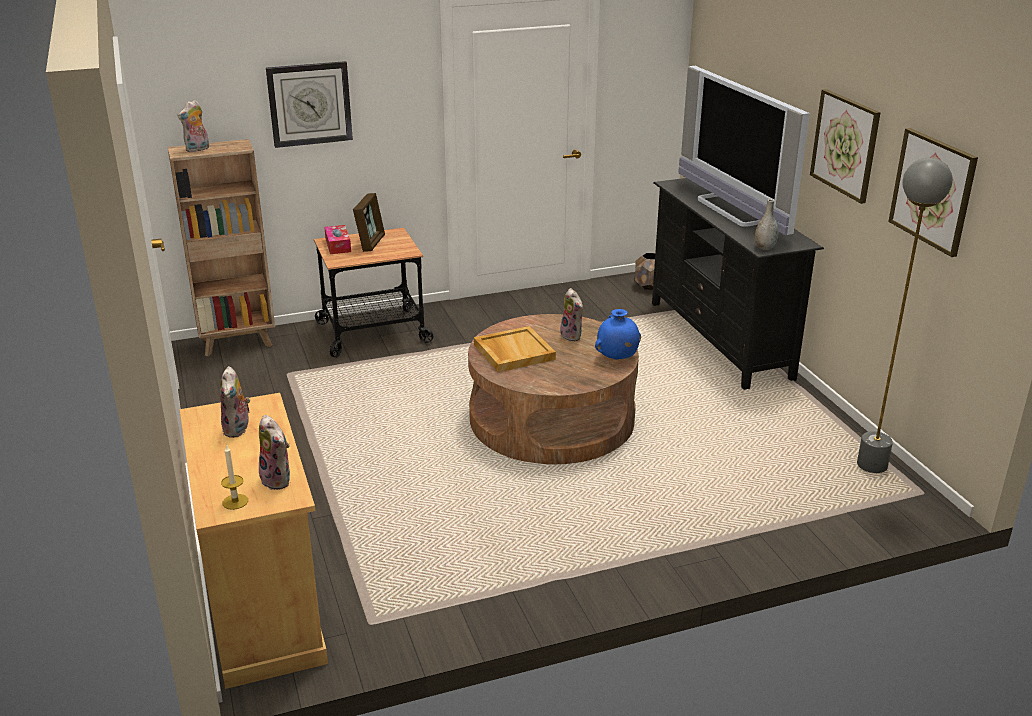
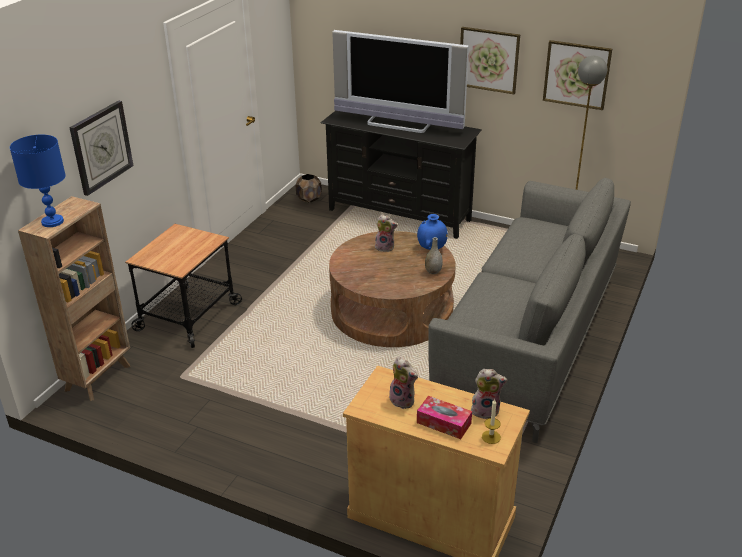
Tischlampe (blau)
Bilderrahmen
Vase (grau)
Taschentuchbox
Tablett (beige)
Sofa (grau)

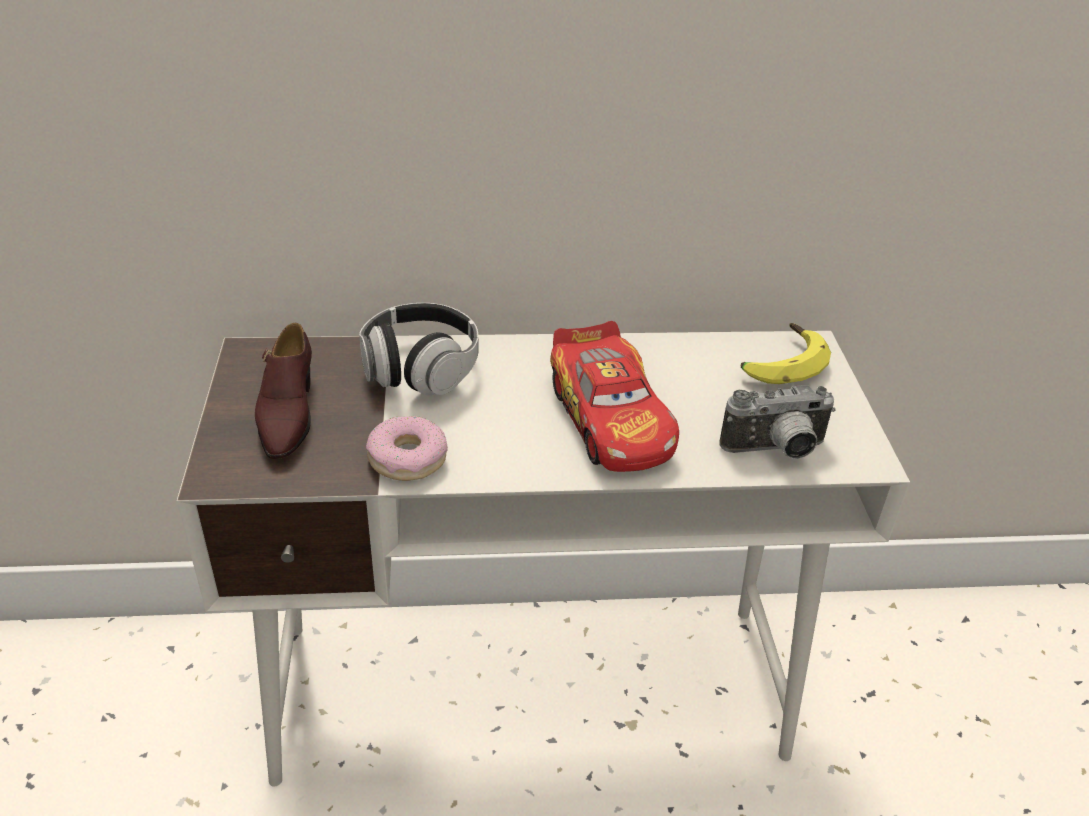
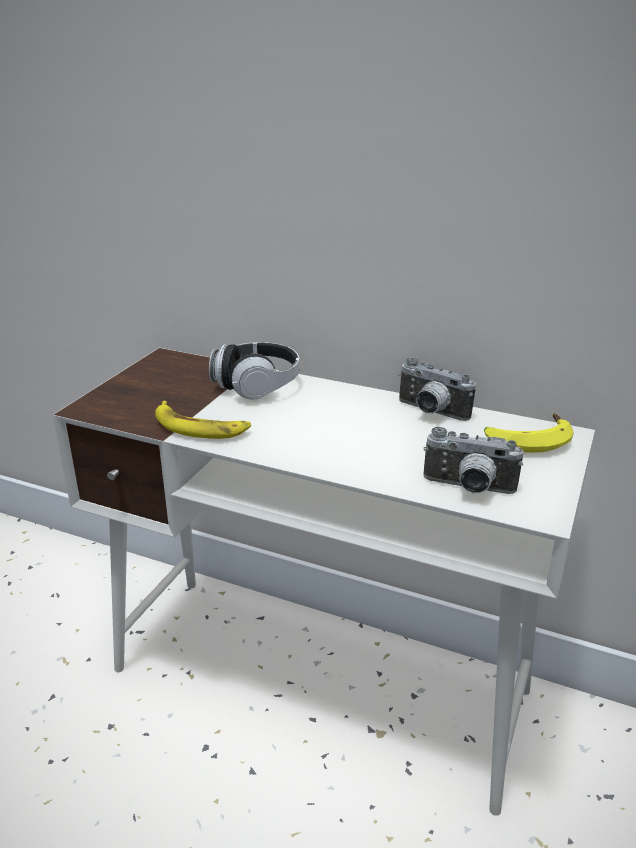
Spielzeugauto
Schuh (braun)
Banane (no. 1 from left)
Kamera (no. 1 from left)

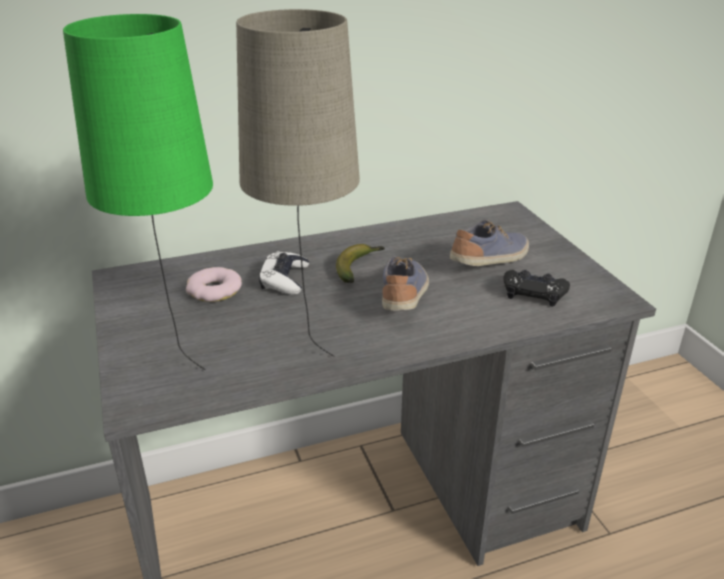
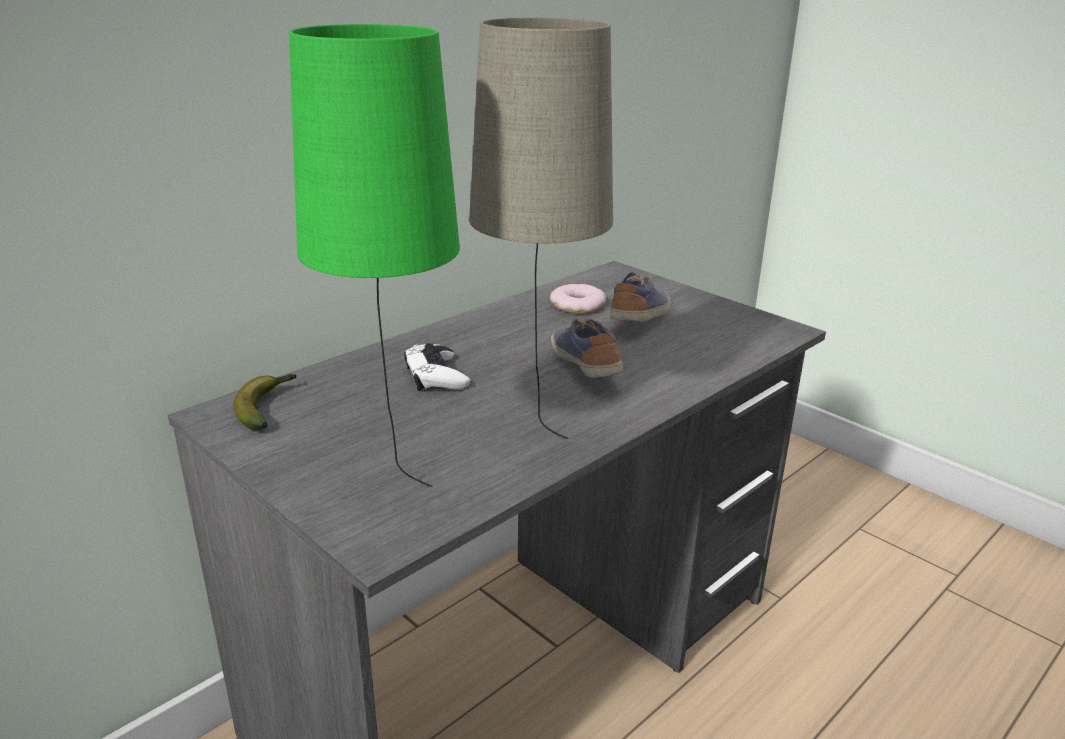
Banane
Donut
Gamepad (schwarz)

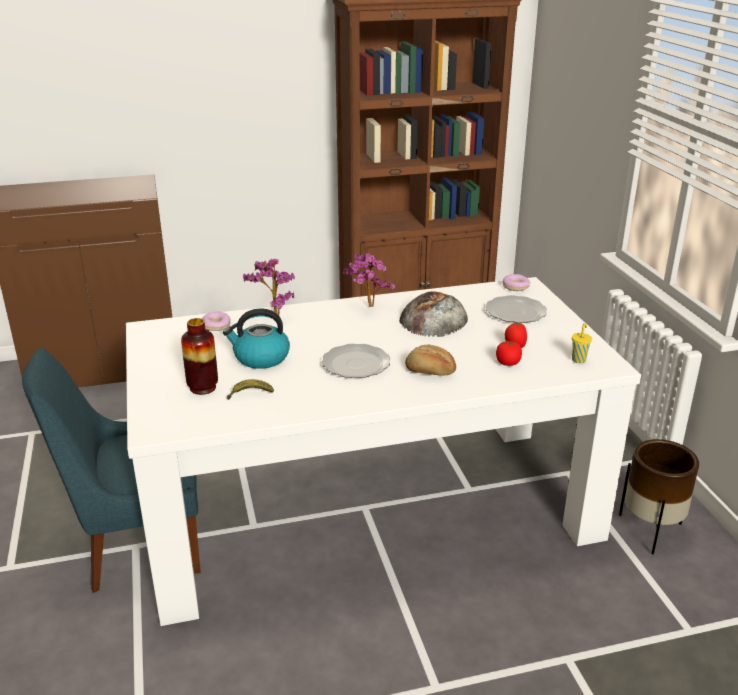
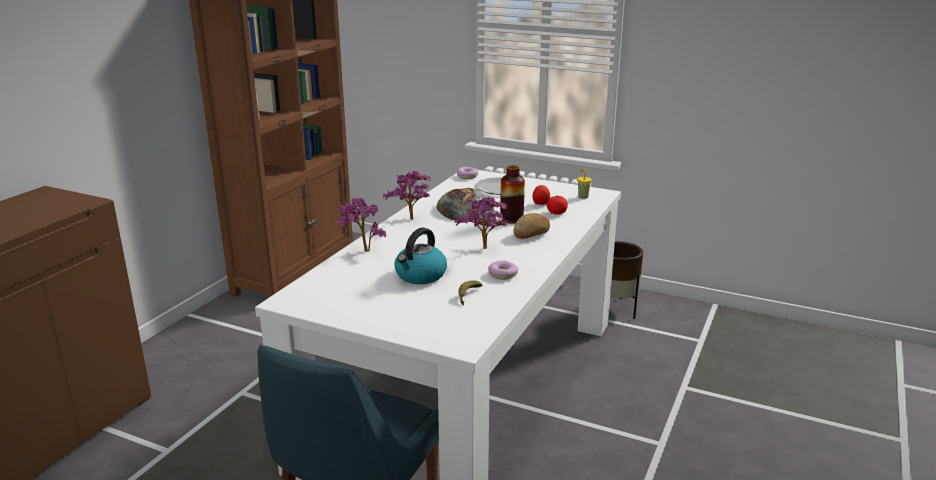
Donut (no. 2 from left)
Vase
Topfpflanze (no. 3 from left)

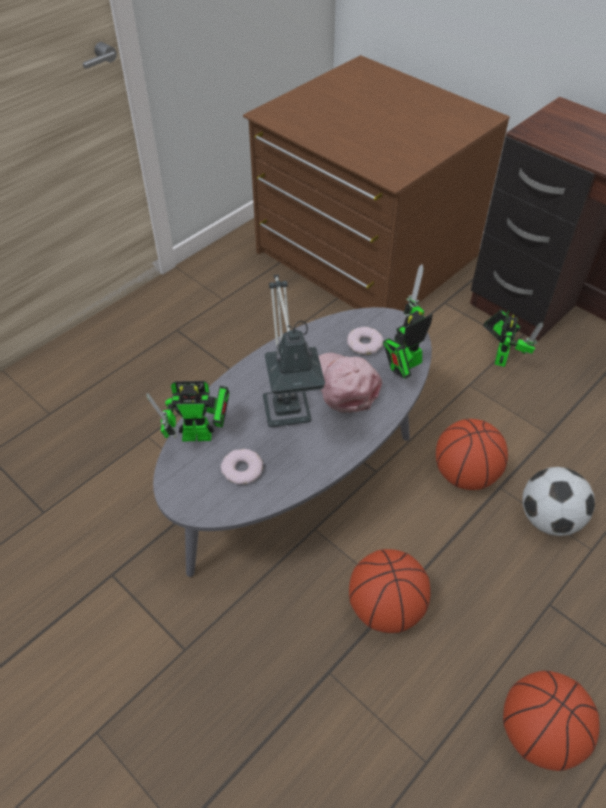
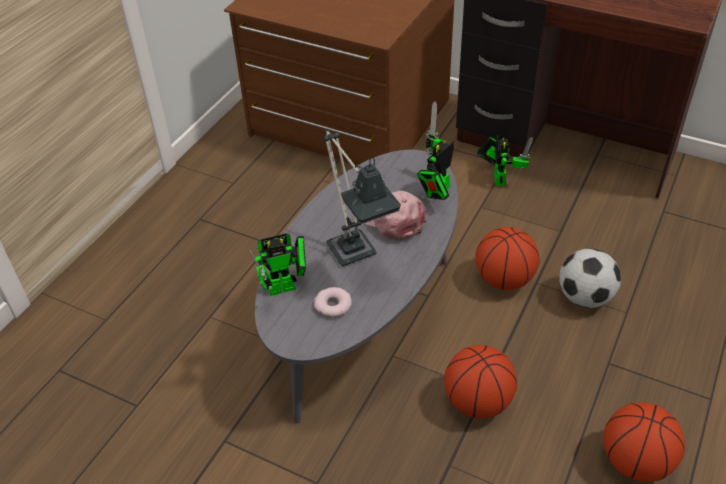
Donut (no. 2 from left in the first image)

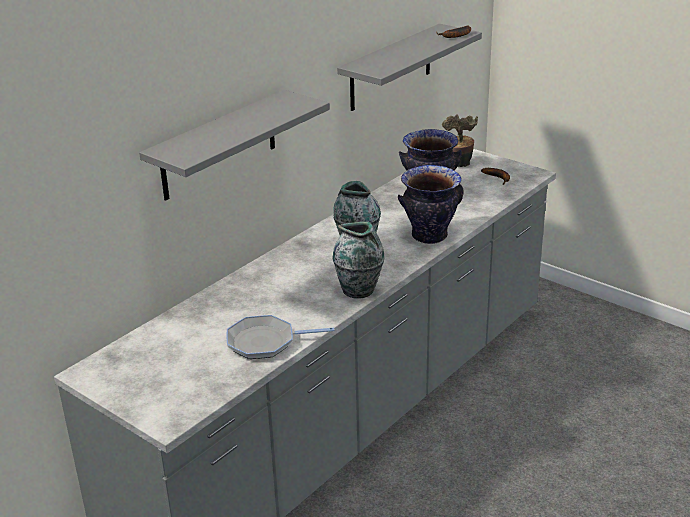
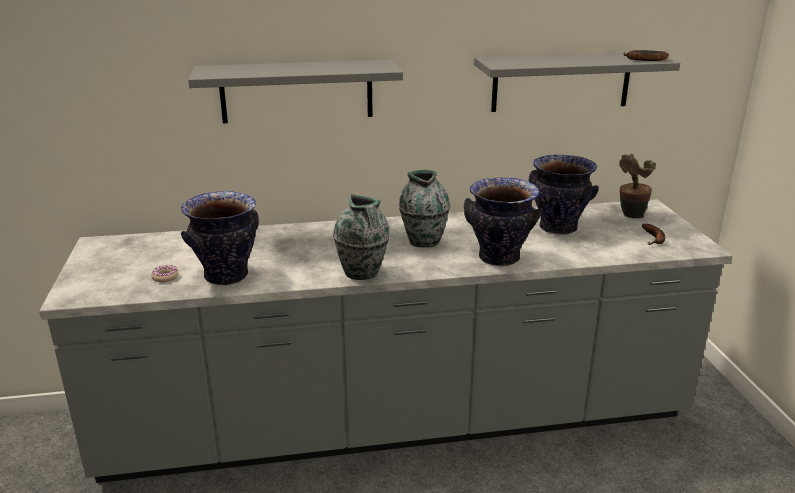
Vase (no. 1 from left)
Donut

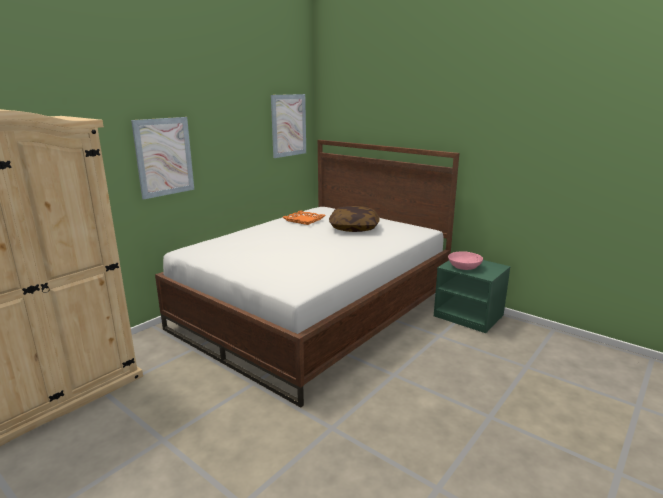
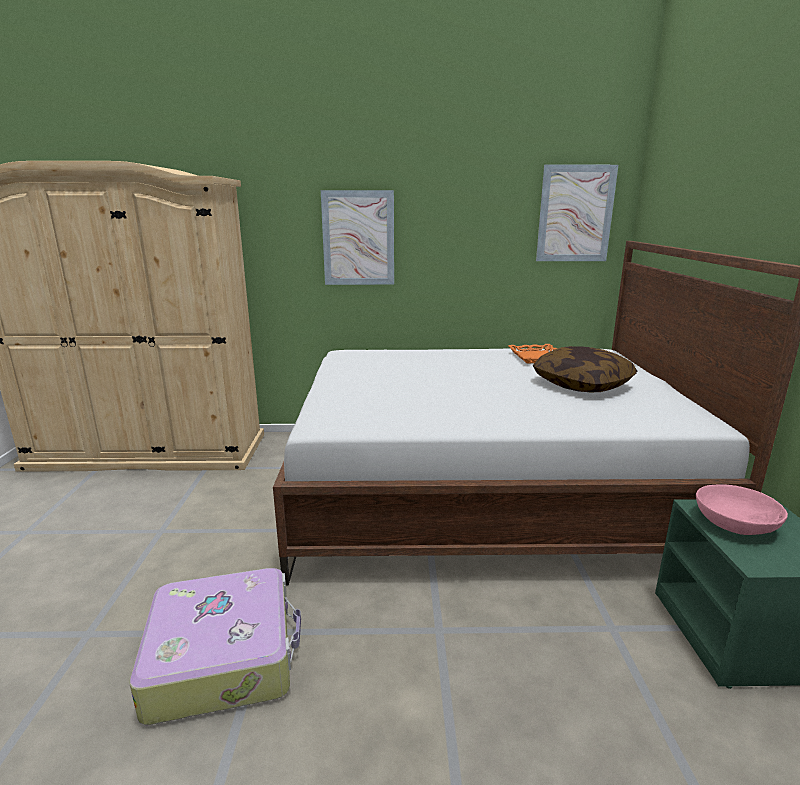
Koffer

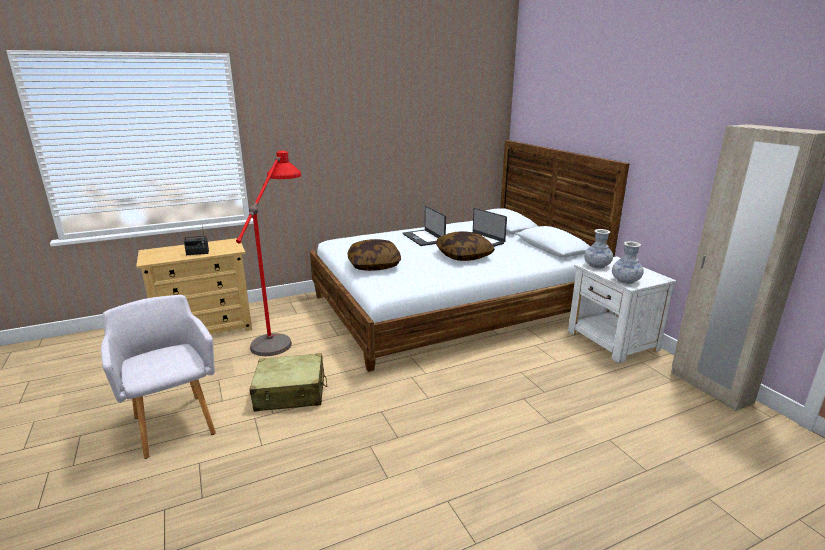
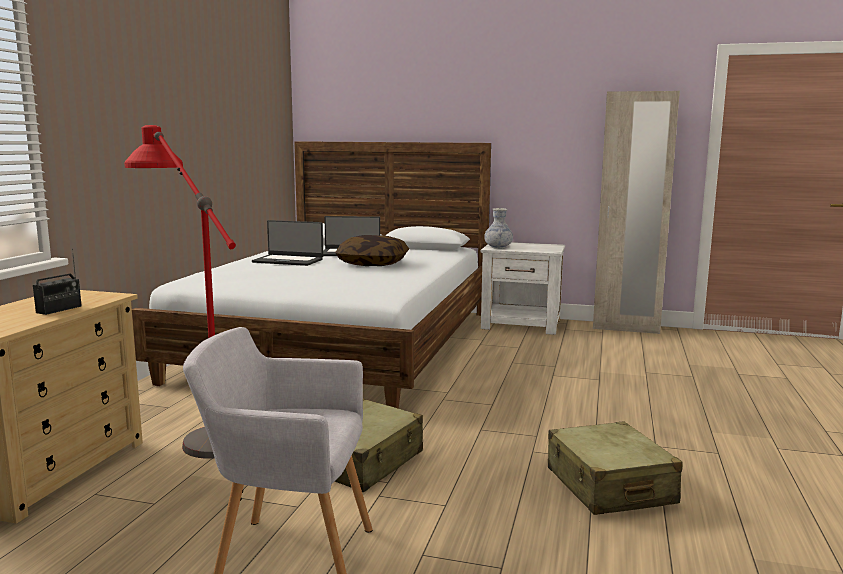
Kissen (no. 1 from left in the first image)
Vase (no. 2 from left in the first image)
Koffer (beige) (no. 2 from left)

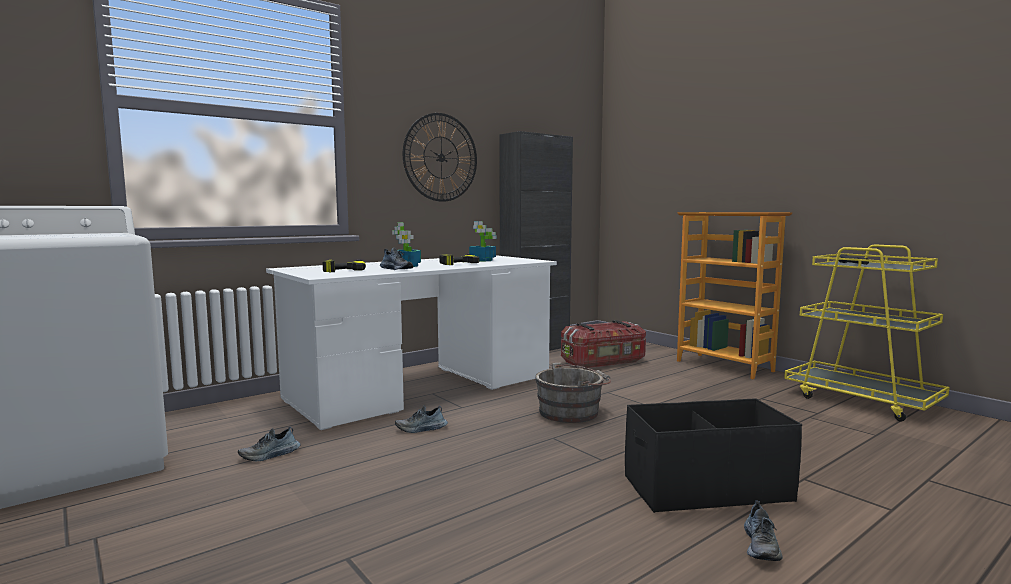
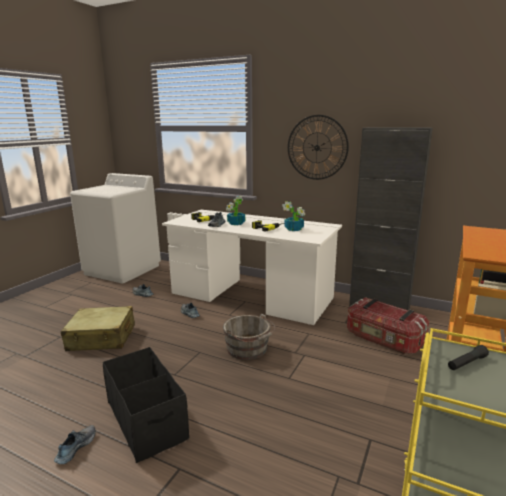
Schuh (no. 1 from left)
Koffer (beige)

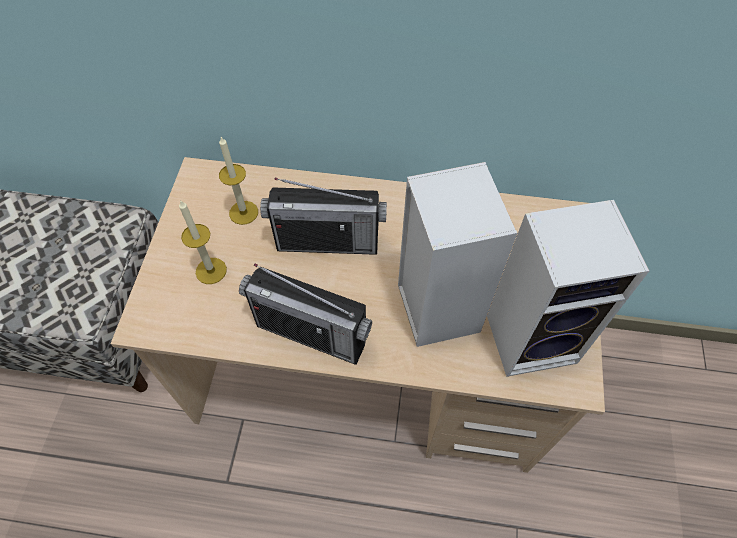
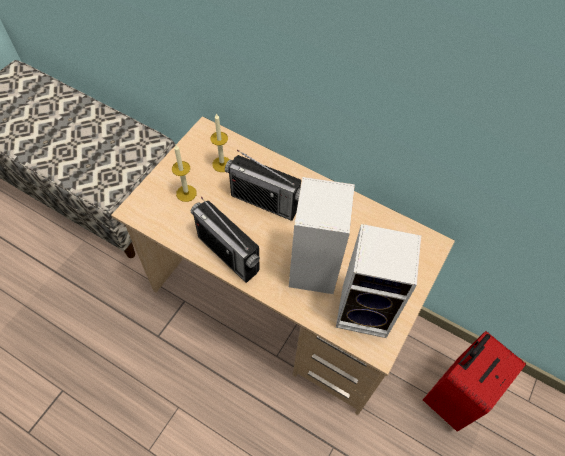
Koffer (rot)

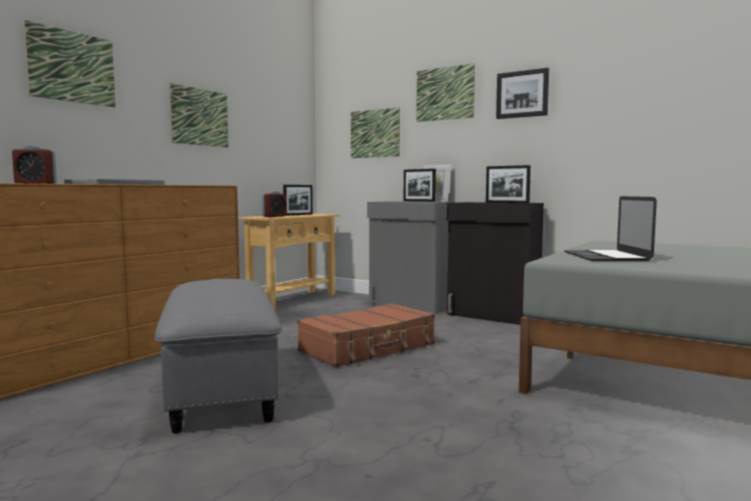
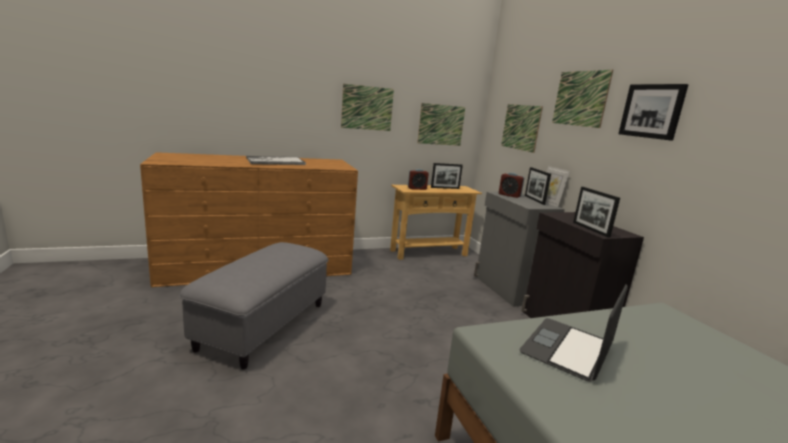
Bild (no. 2 from left)
Wecker (no. 2 from left)
Koffer (braun)

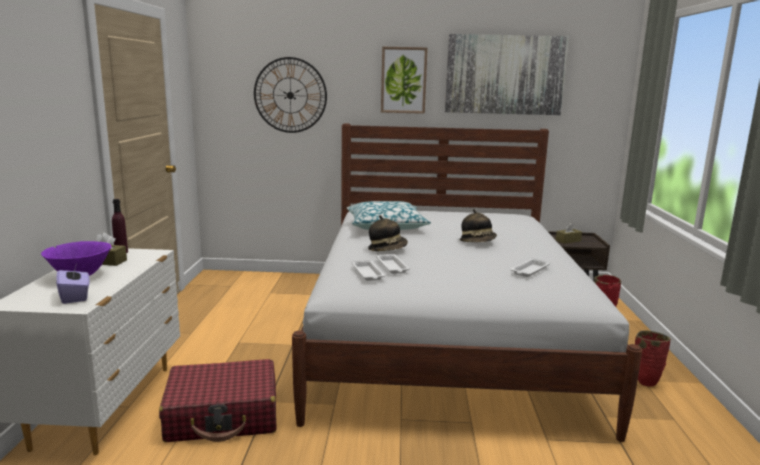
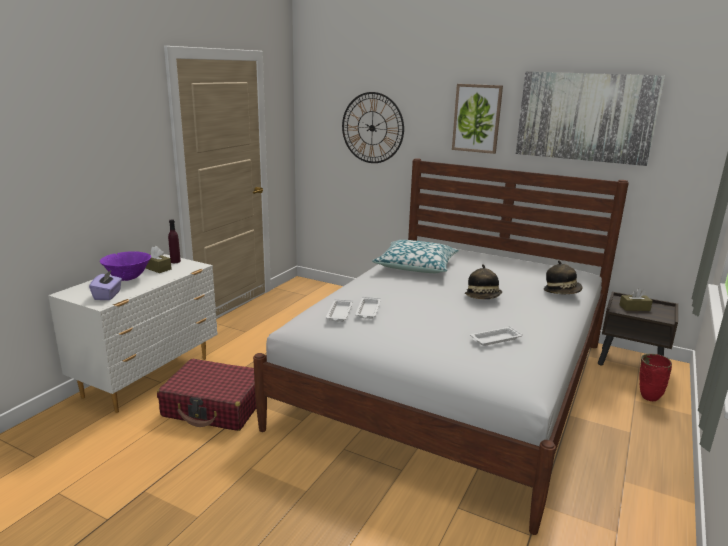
Hut (no. 2 from left)
Vase (rot) (no. 2 from left in the first image)

